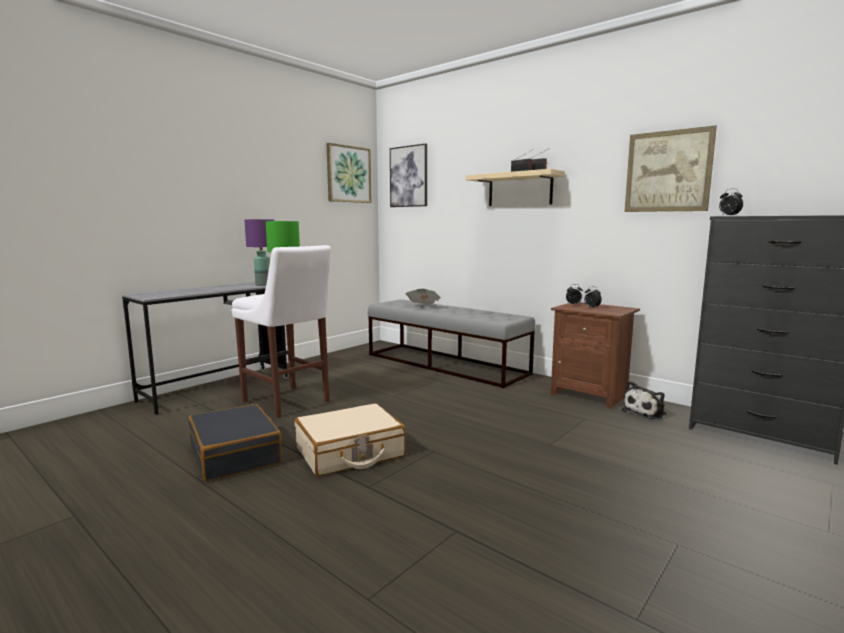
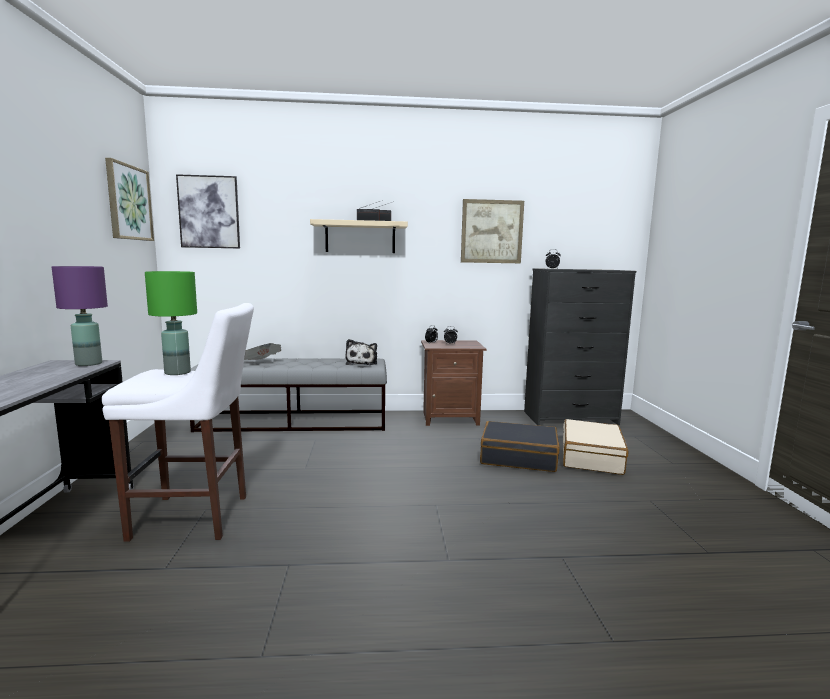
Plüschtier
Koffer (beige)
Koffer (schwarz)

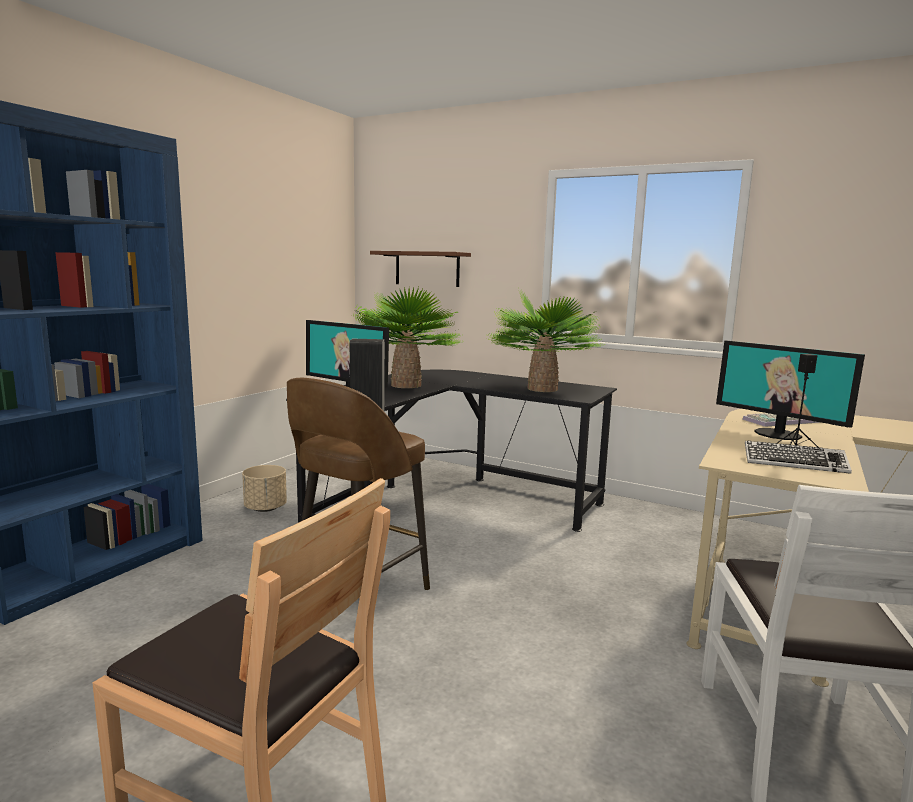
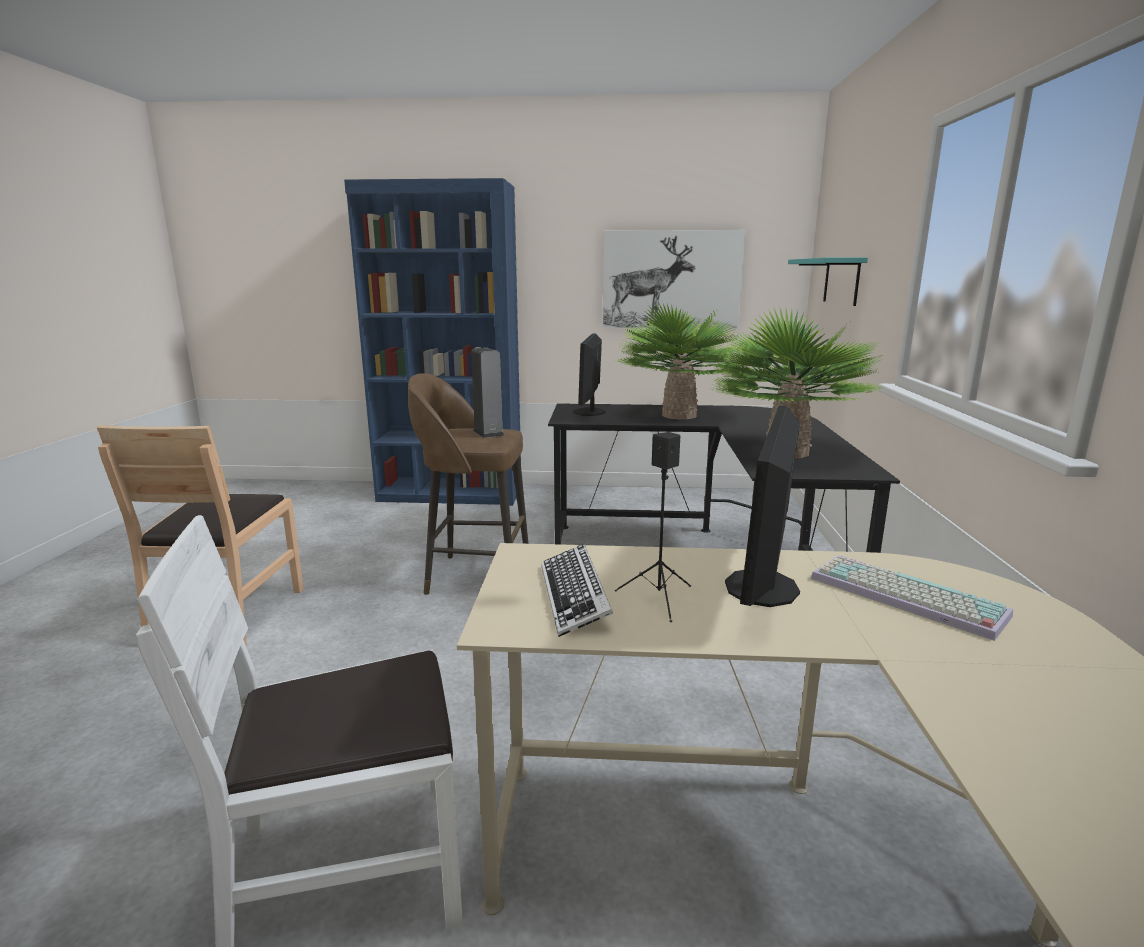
Wandregal (türkis)
Pflanzkübel (beige)
Bild

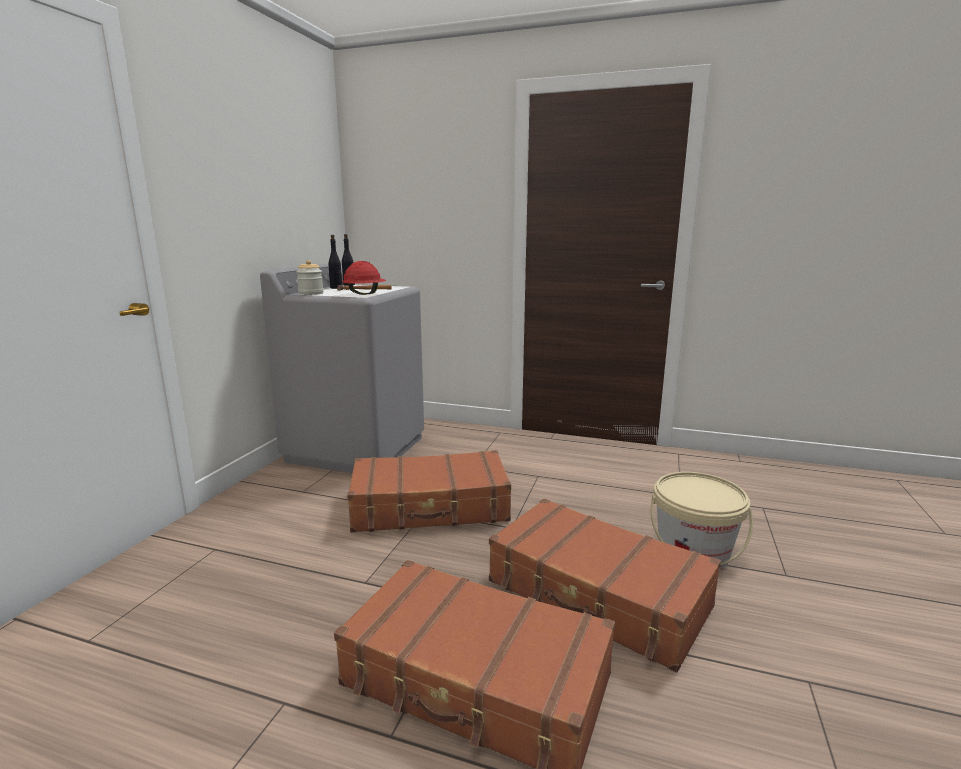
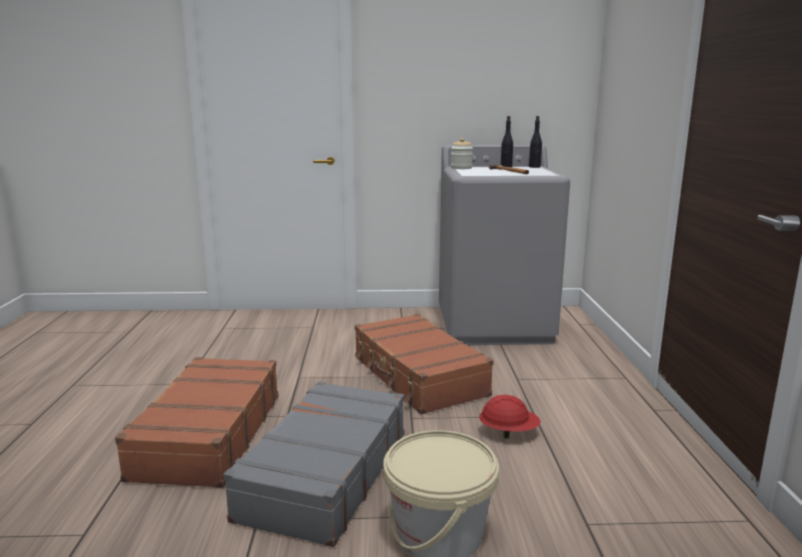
Schutzhelm (rot)
Koffer (grau)

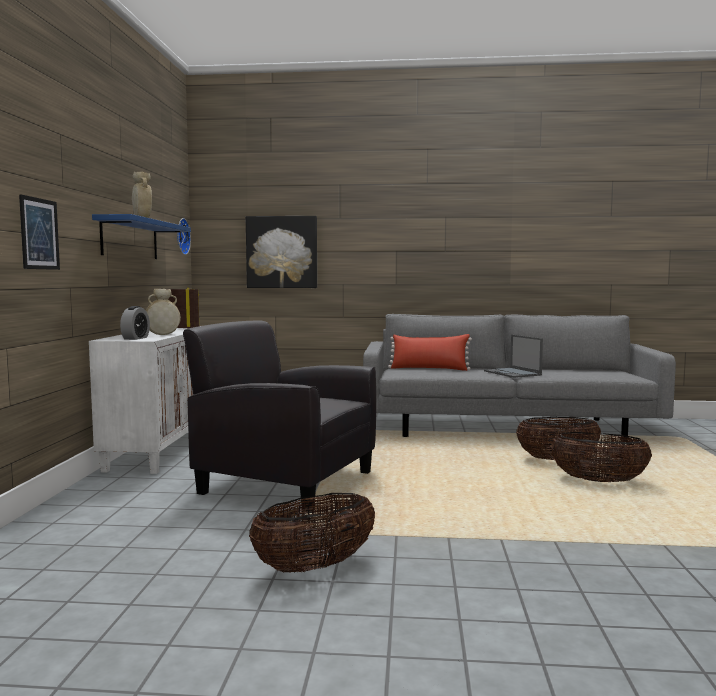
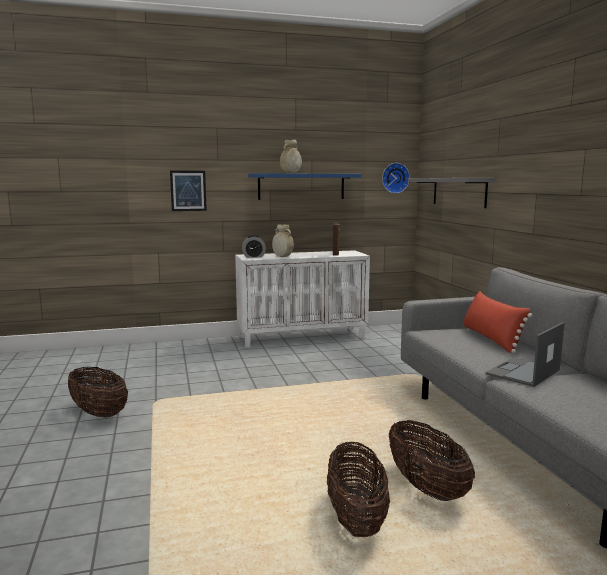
Wandregal (grau)
Sessel (schwarz)

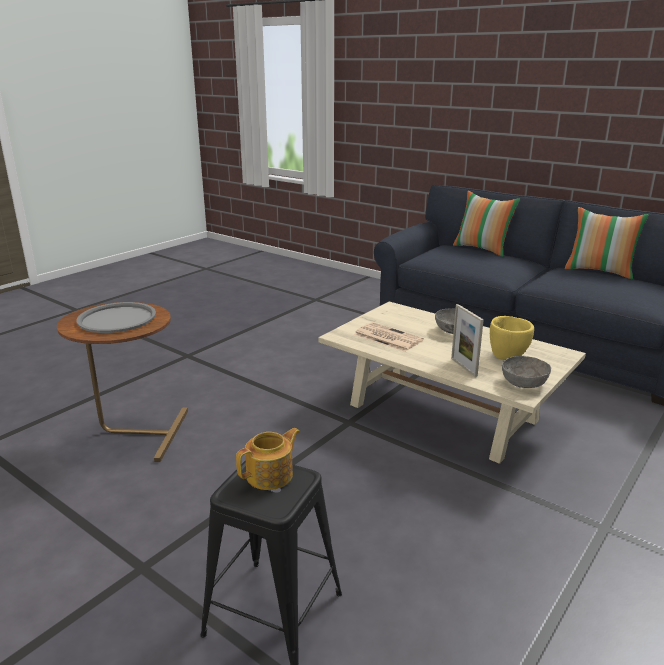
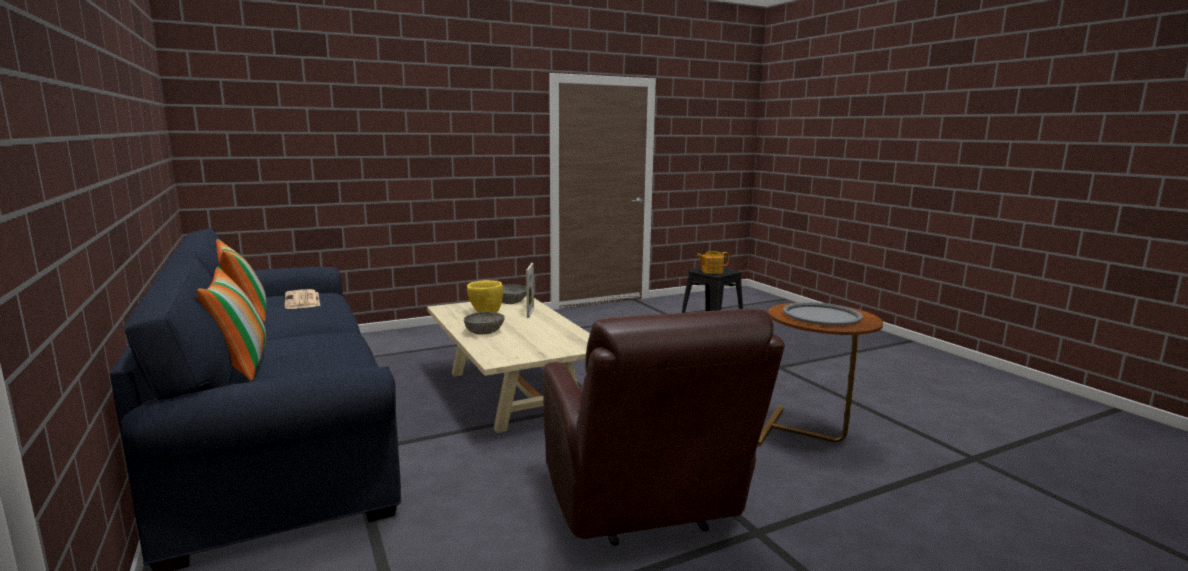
Zeitung
Sessel (braun)

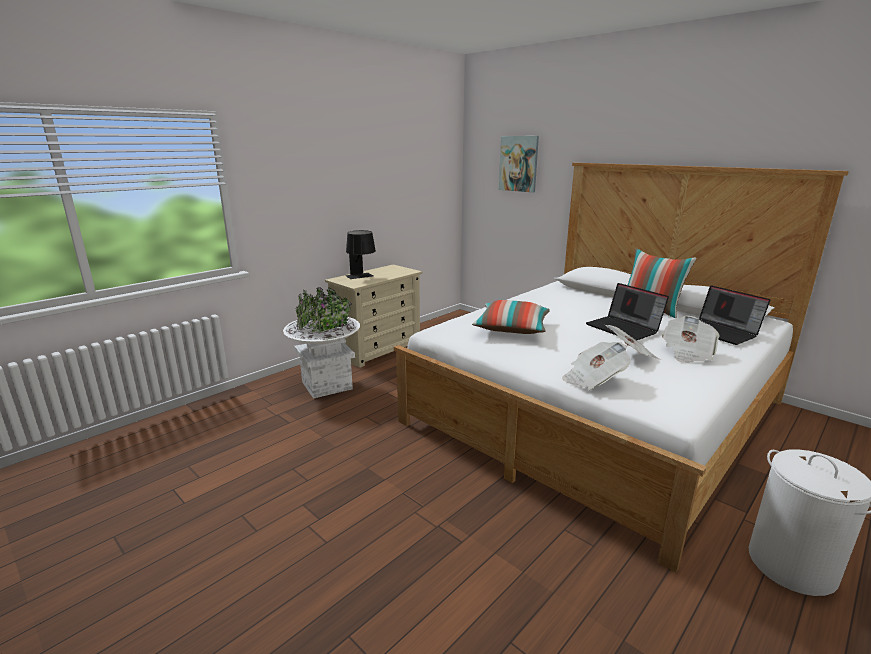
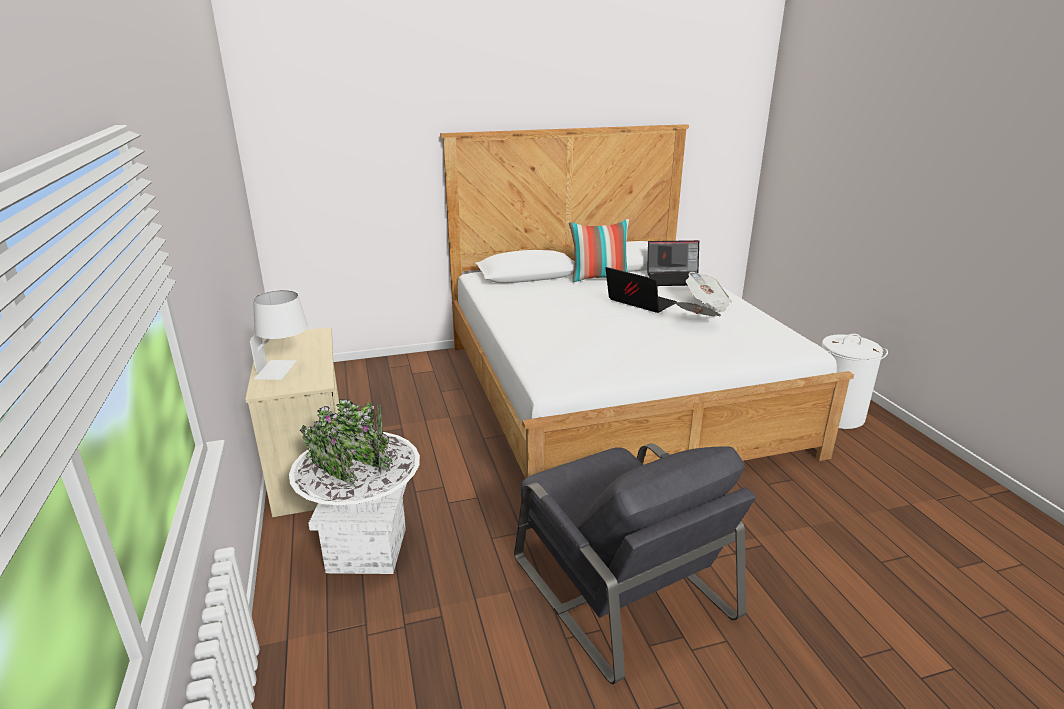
Bild
Tischlampe (weiß)
Laptop (no. 1 from left)
Kissen (no. 1 from left in the first image)
Zeitung (no. 1 from left in the first image)
Sessel (grau)

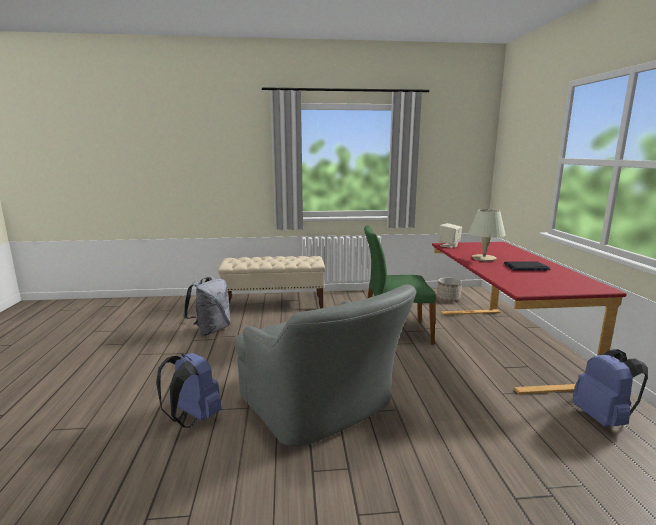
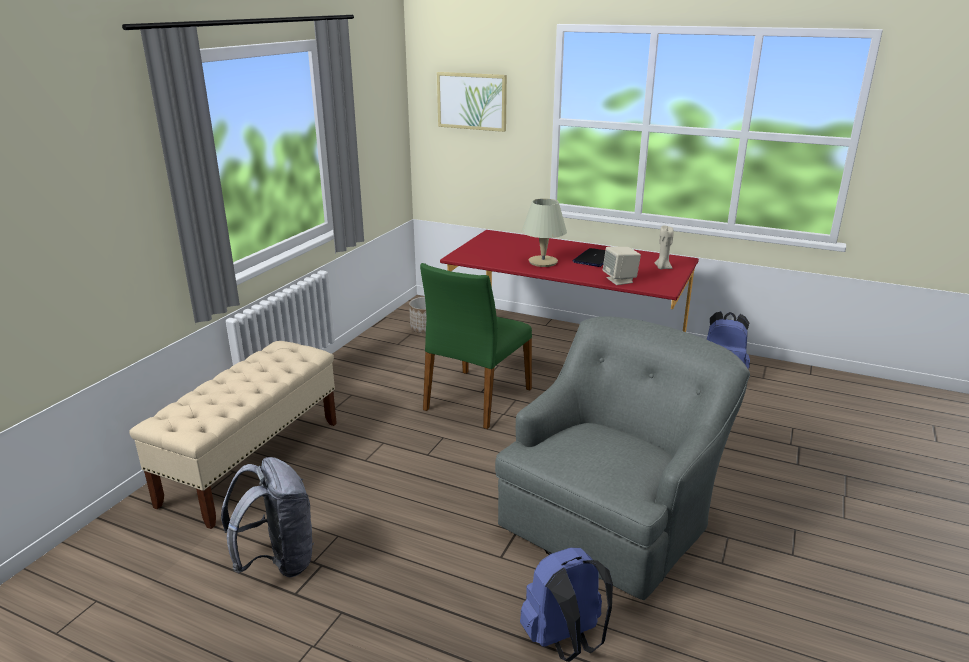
Lautsprecher (beige)
Sessel (grau)
Bild
Kerze (beige)

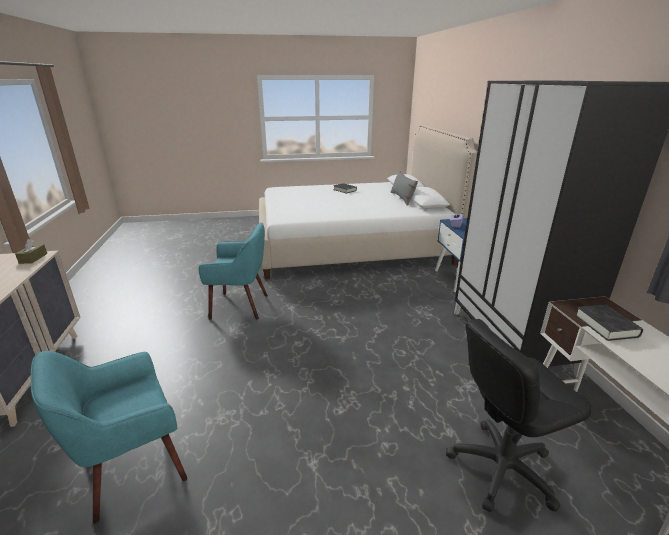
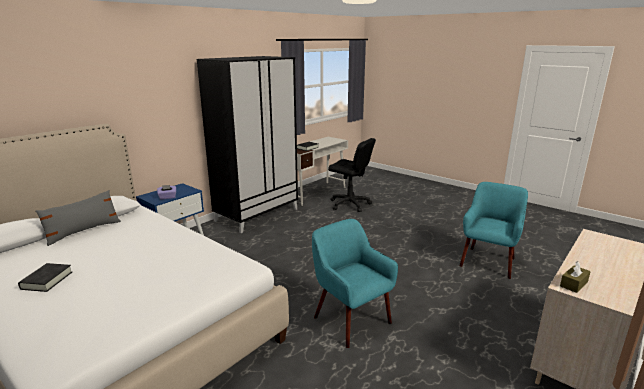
Sessel (türkis) (no. 2 from left)

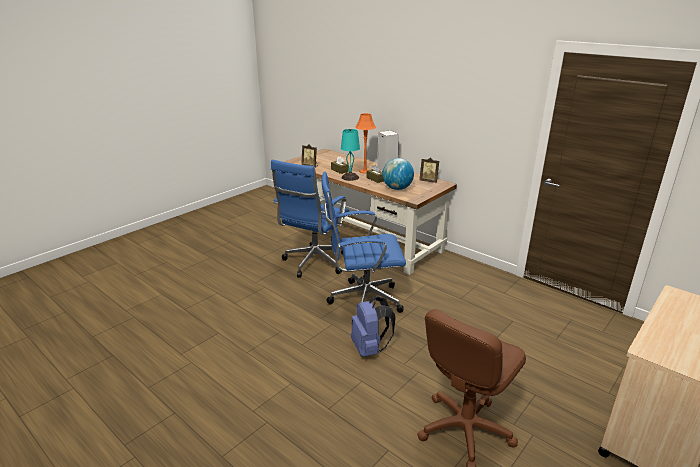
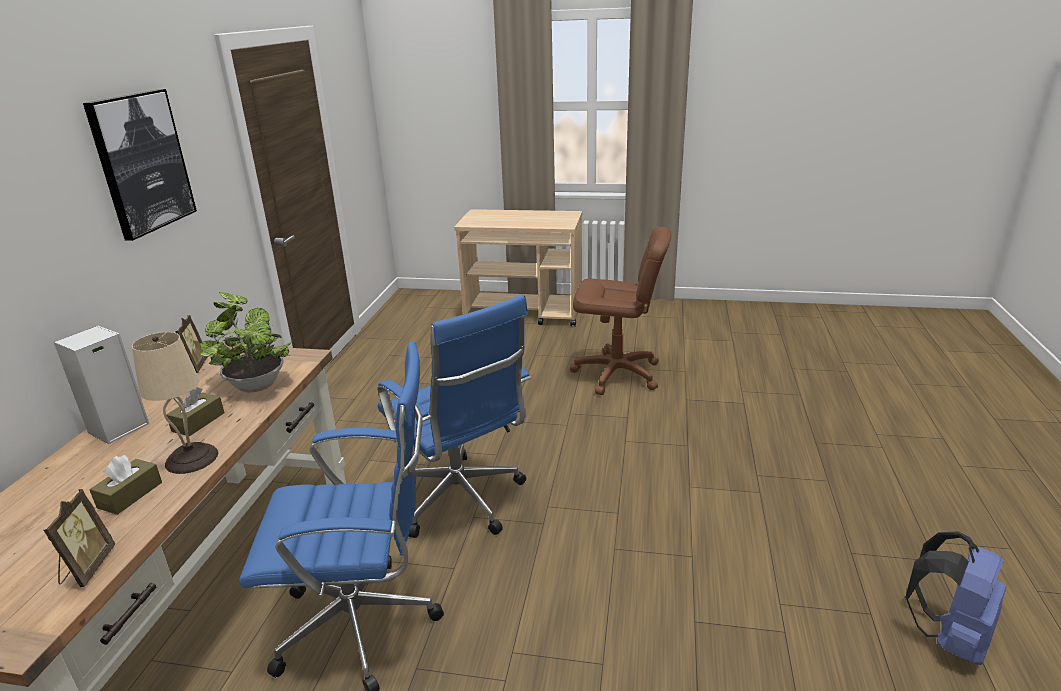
Tischlampe (orange)
Tischlampe (beige)
Topfpflanze
Rucksack (blau)
Bild

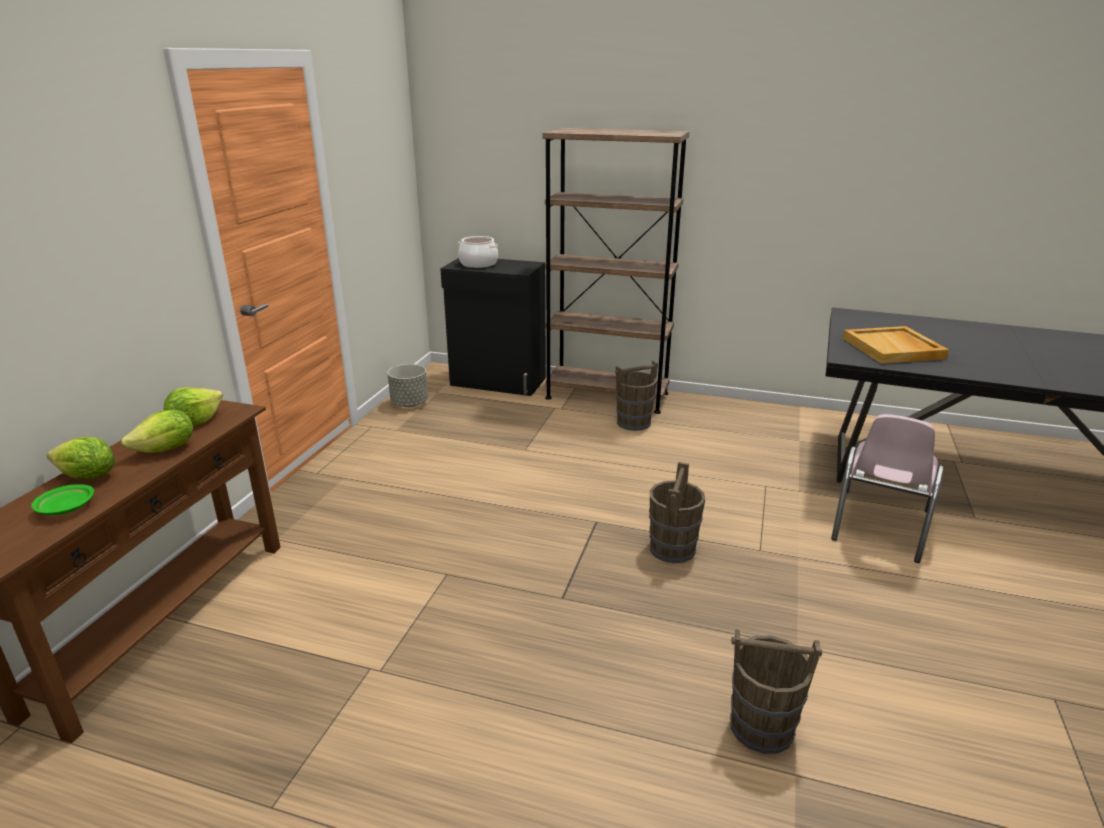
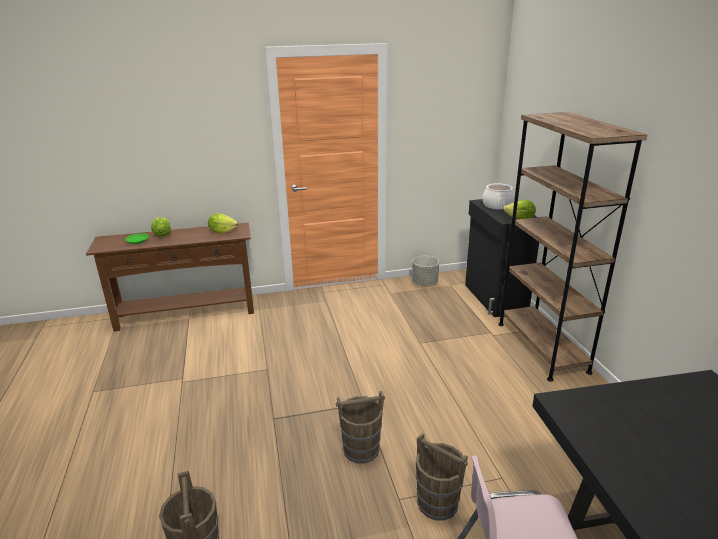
Tablett (beige)
Eimer (braun) (no. 3 from left)
Salatkopf (no. 3 from left)

